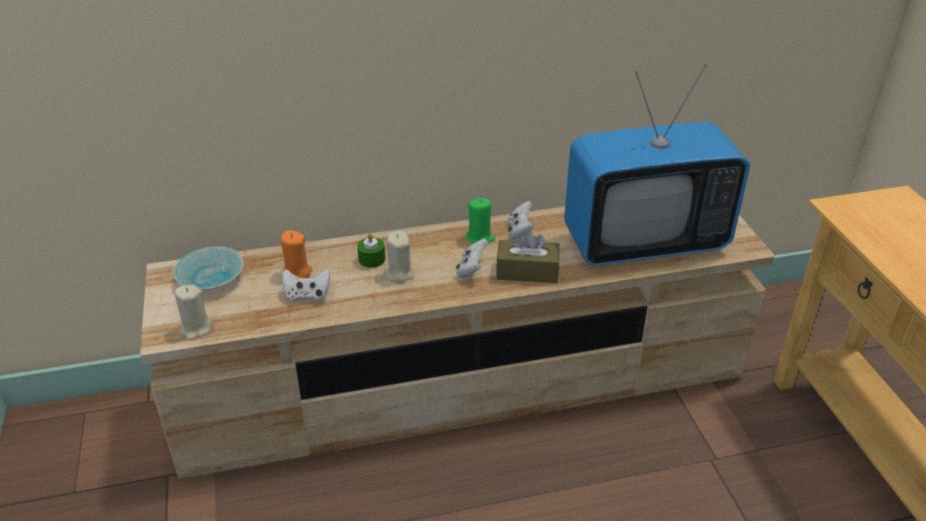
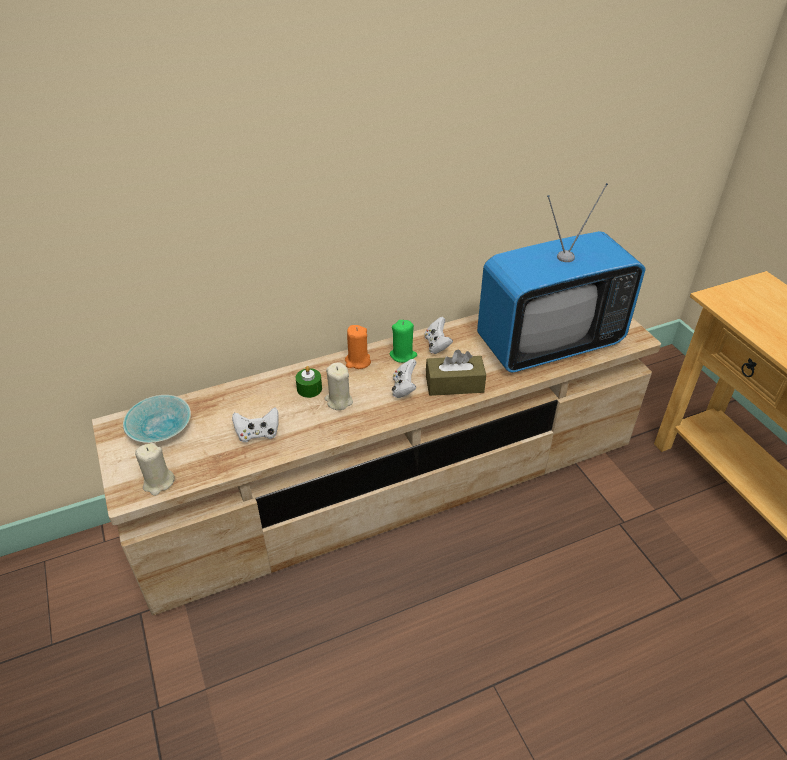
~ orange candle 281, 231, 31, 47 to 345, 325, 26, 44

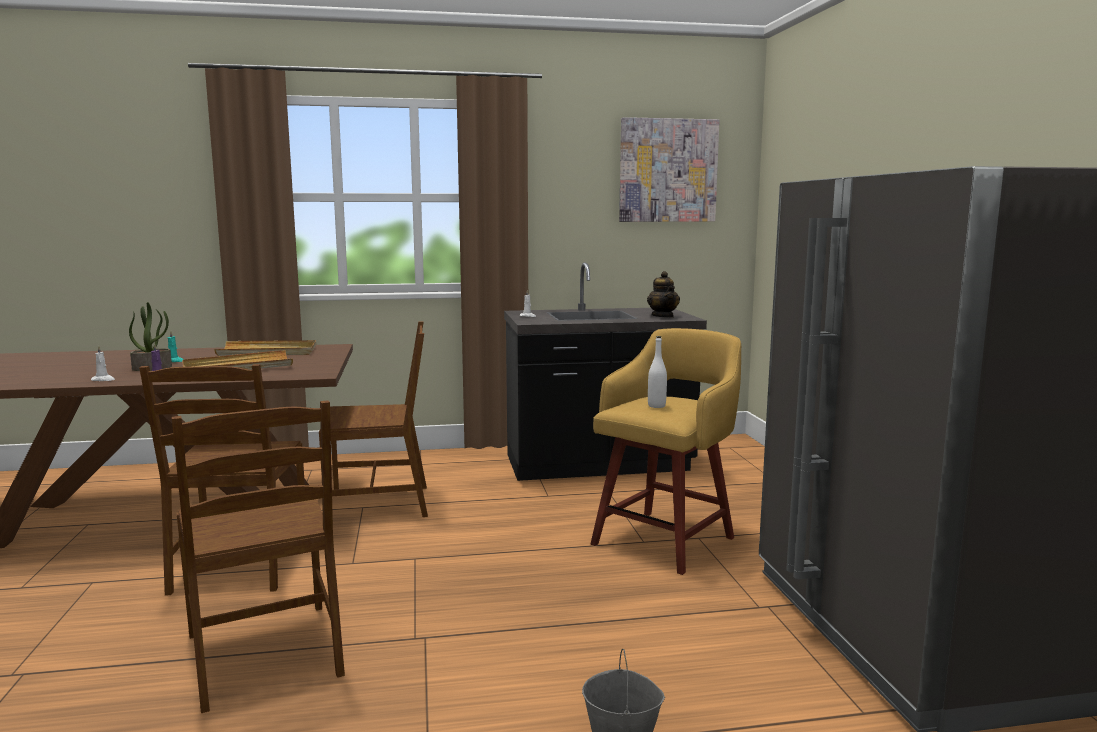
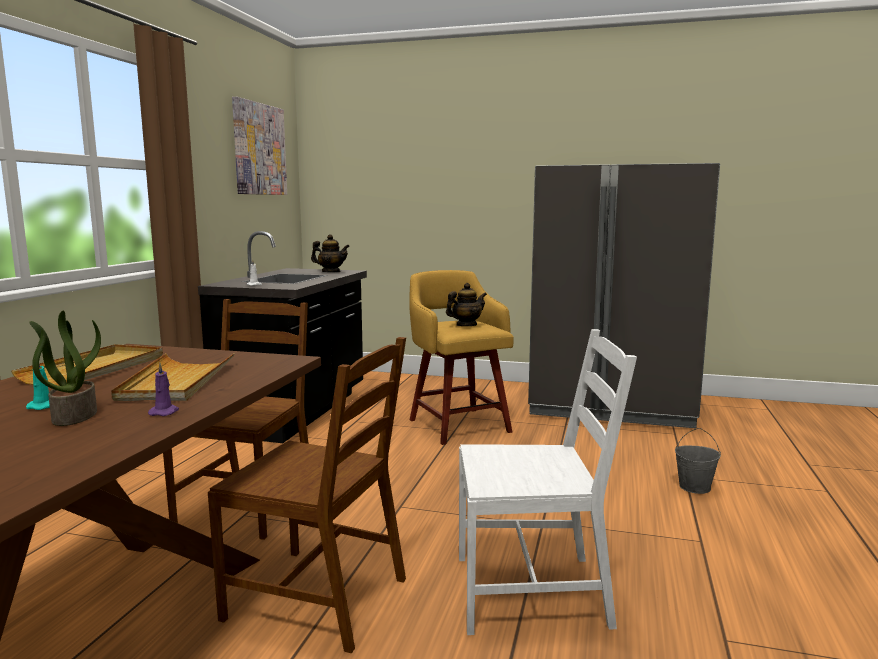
~ white-coloured beverage bottle 648, 336, 19, 72 to tea pot 446, 283, 41, 43
~ brownish chair 172, 400, 173, 313 to white-coloured chair 459, 329, 178, 306
- white-coloured candle 91, 346, 24, 35

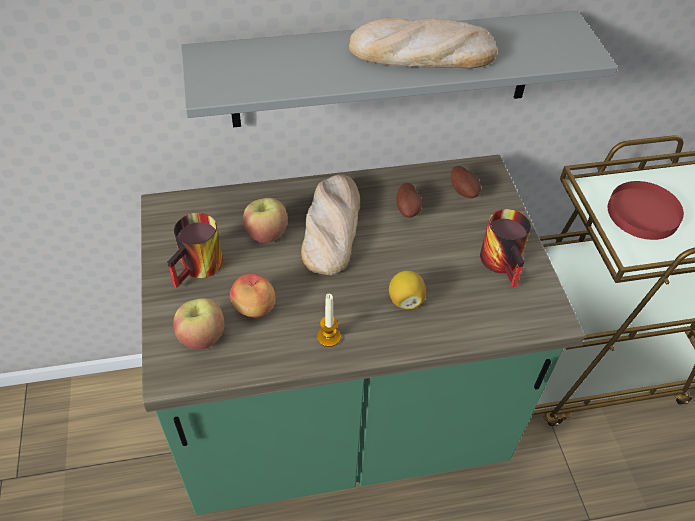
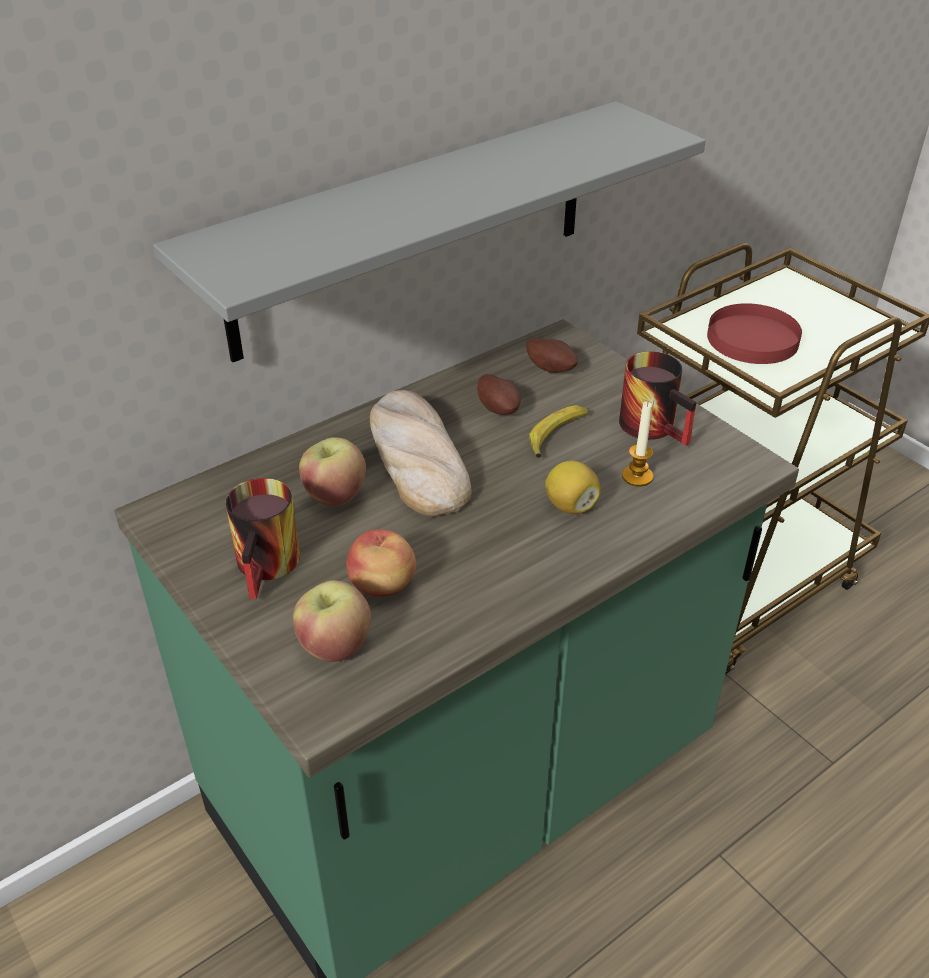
+ banana fruit 529, 405, 60, 53
~ candle 317, 294, 24, 53 to 622, 401, 31, 86
- baked bread 349, 17, 148, 52

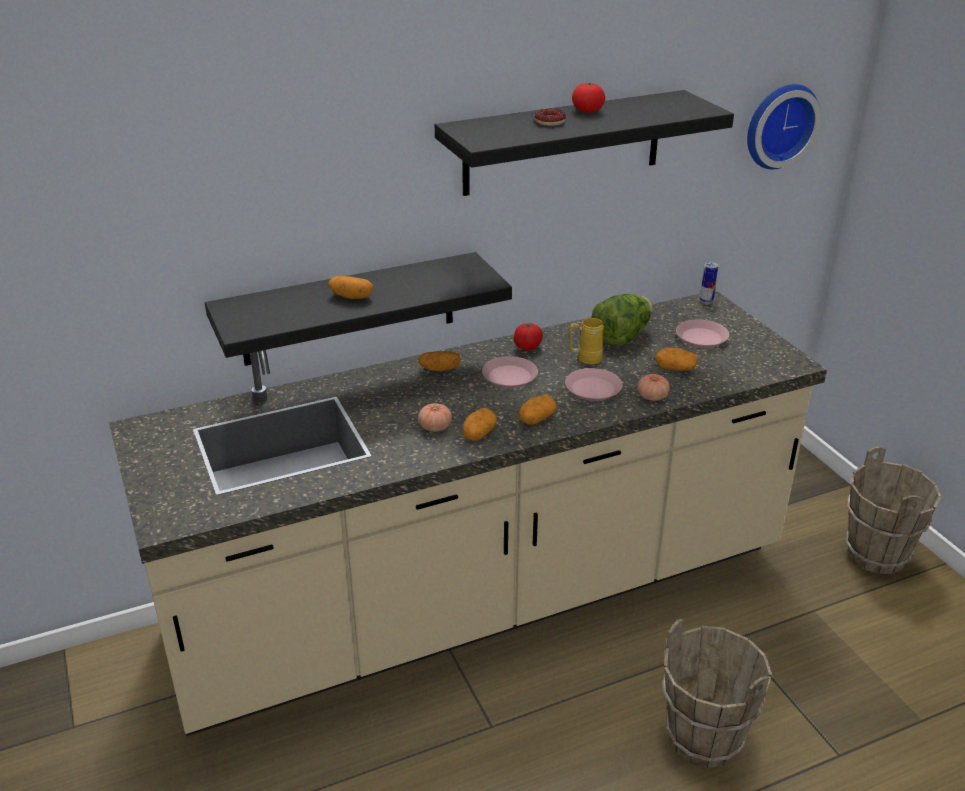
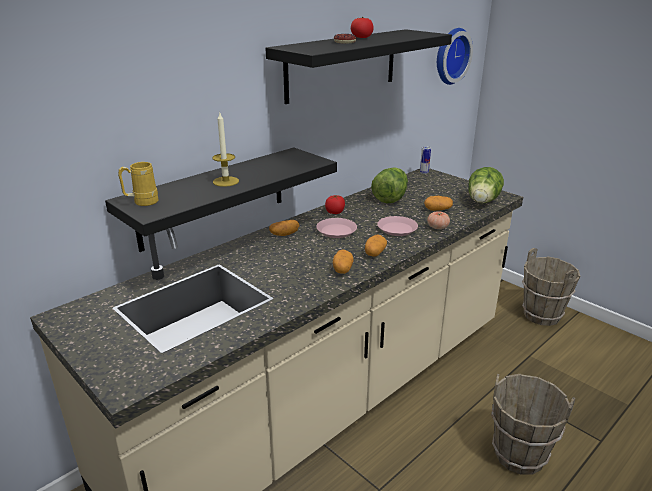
~ yellow tea mug 569, 318, 35, 46 to 118, 162, 41, 44
~ potato 328, 276, 46, 23 to candle 212, 113, 27, 74
+ head of lettuce 468, 167, 36, 36
- tomato 418, 403, 34, 29
- pink-coloured dinner plate 676, 320, 53, 28

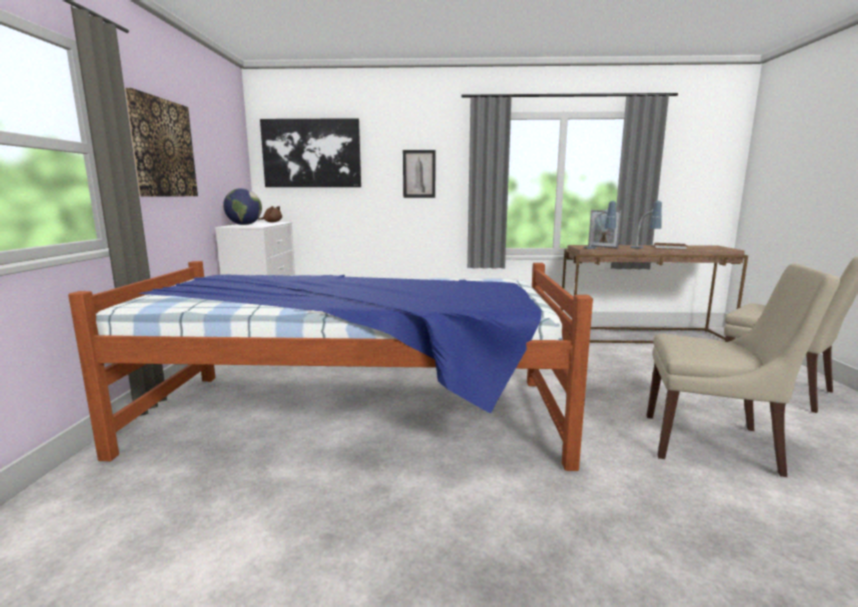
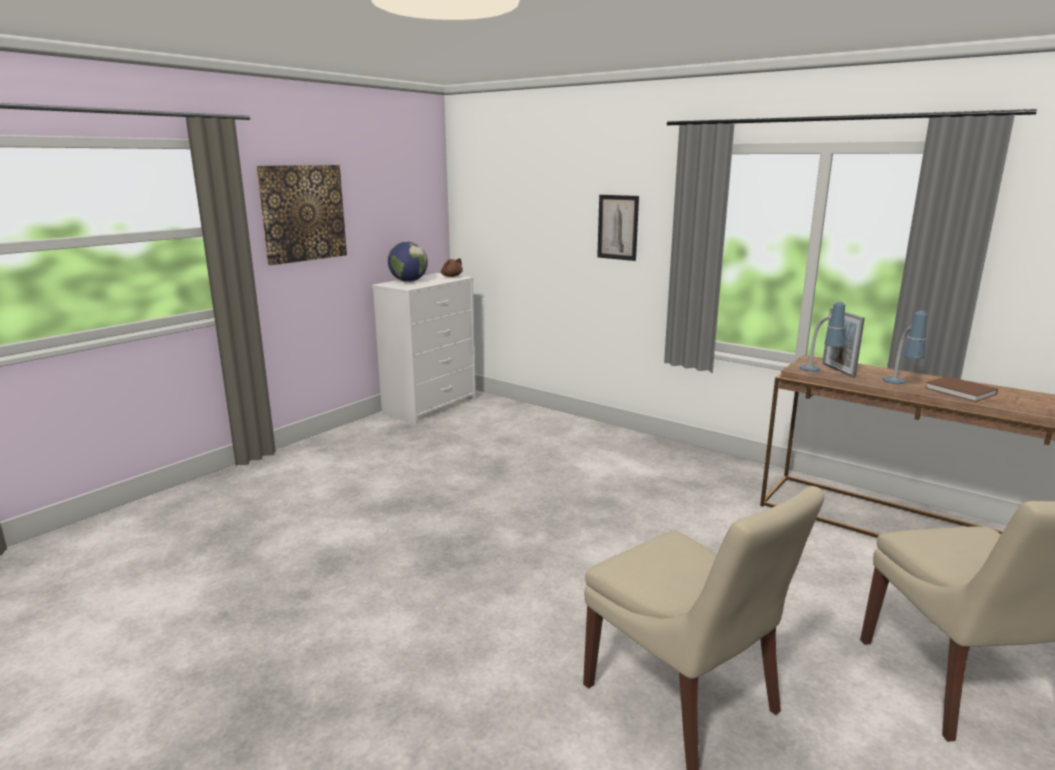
- sleeping bed 68, 261, 525, 210
- wall picture 260, 118, 101, 69

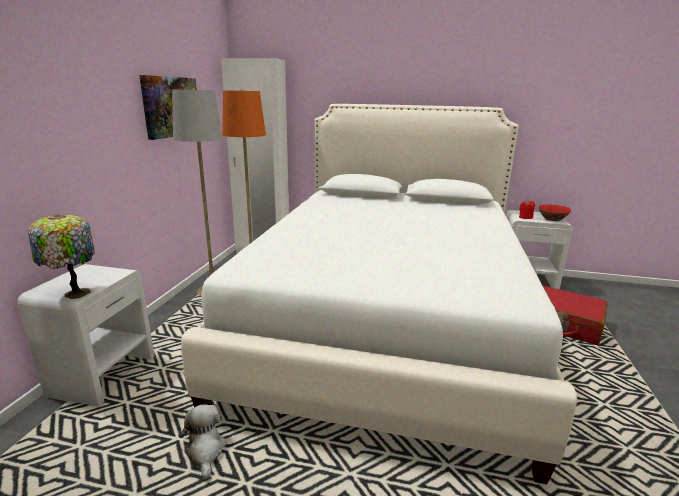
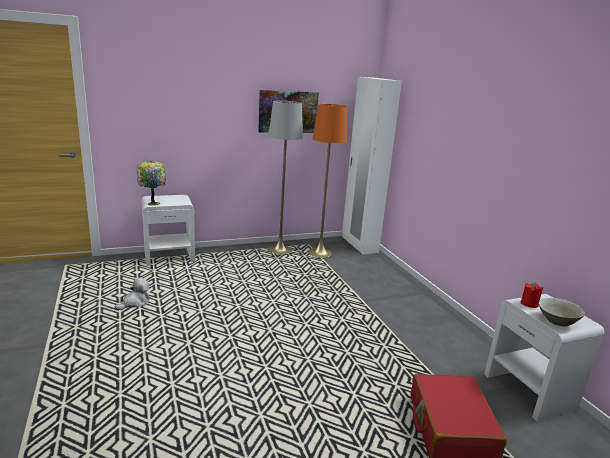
~ reddish serving bowl 539, 205, 32, 16 to beige serving bowl 539, 298, 46, 28
- white-coloured sleeping bed 181, 104, 396, 380

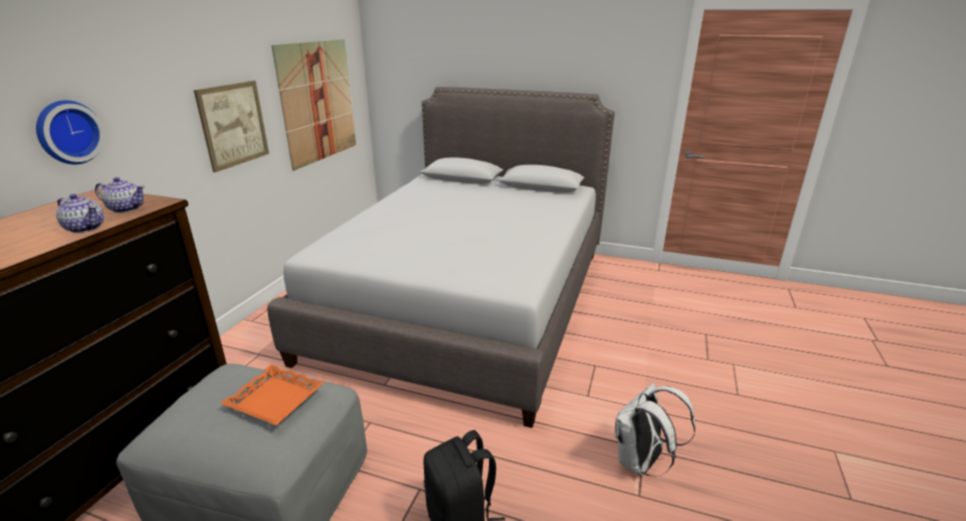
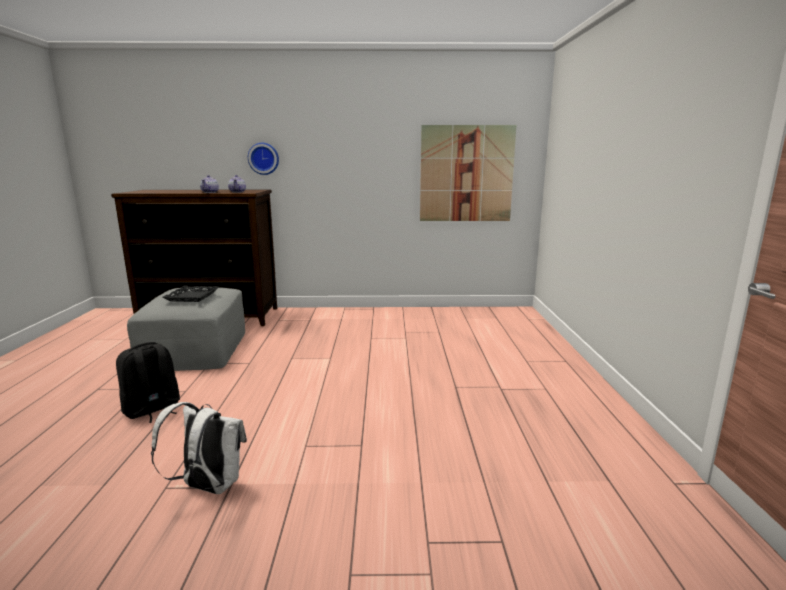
~ orange tray 220, 365, 104, 60 to black-coloured tray 163, 286, 55, 16
- wall picture 194, 81, 75, 91
- gray sleeping bed 267, 87, 348, 341

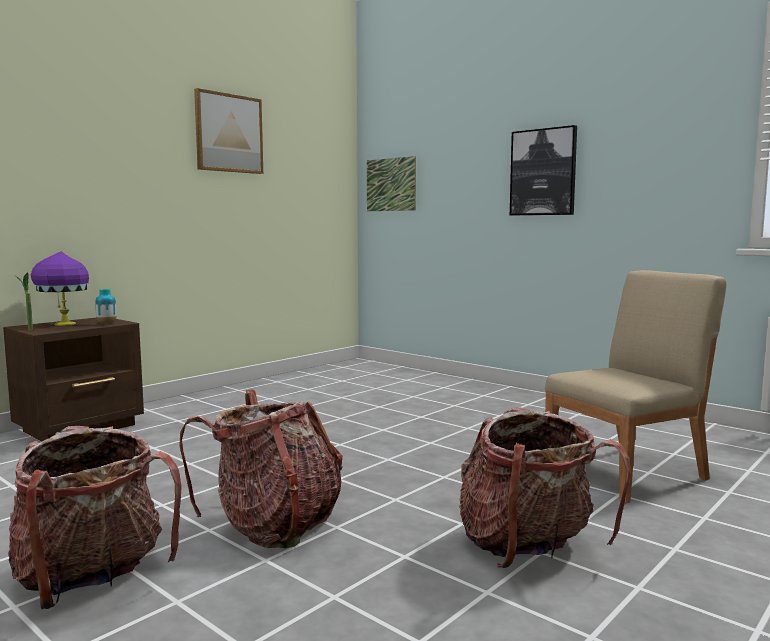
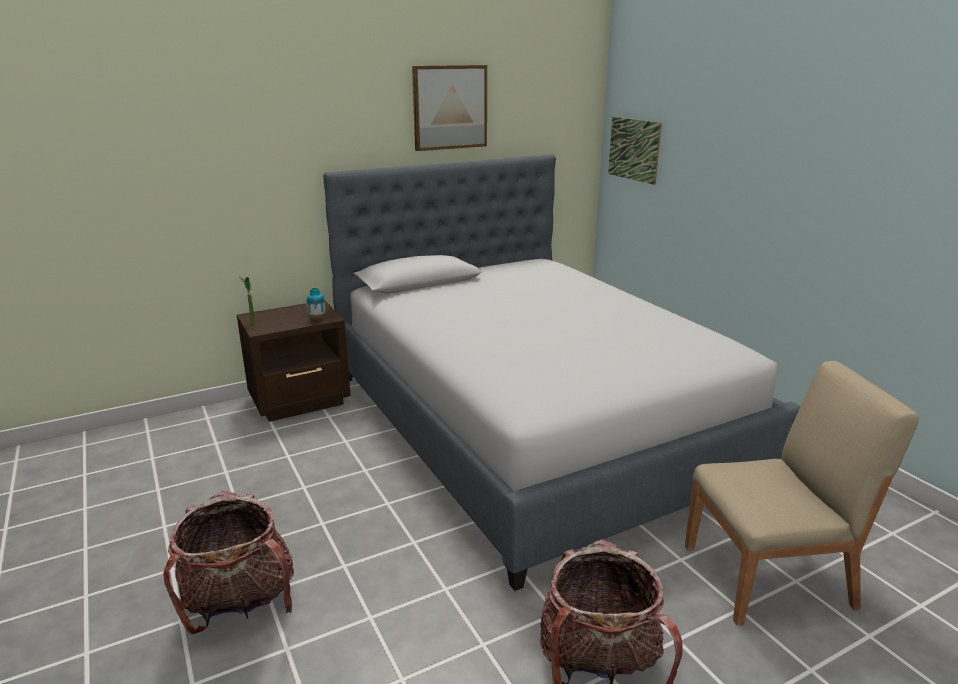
+ sleeping bed 323, 154, 477, 437
- purple-coloured tabletop lamp 31, 251, 58, 75
- rucksack 179, 390, 164, 158
- wall picture 510, 125, 67, 90

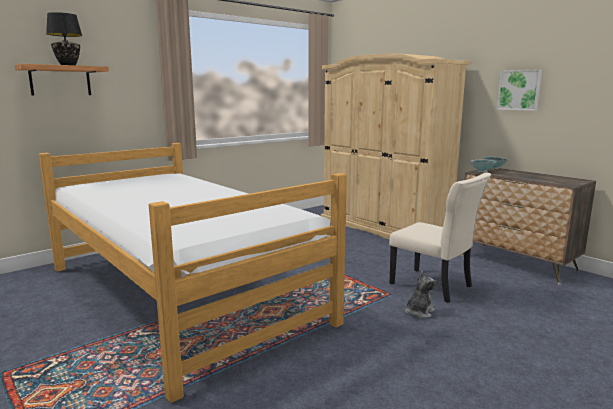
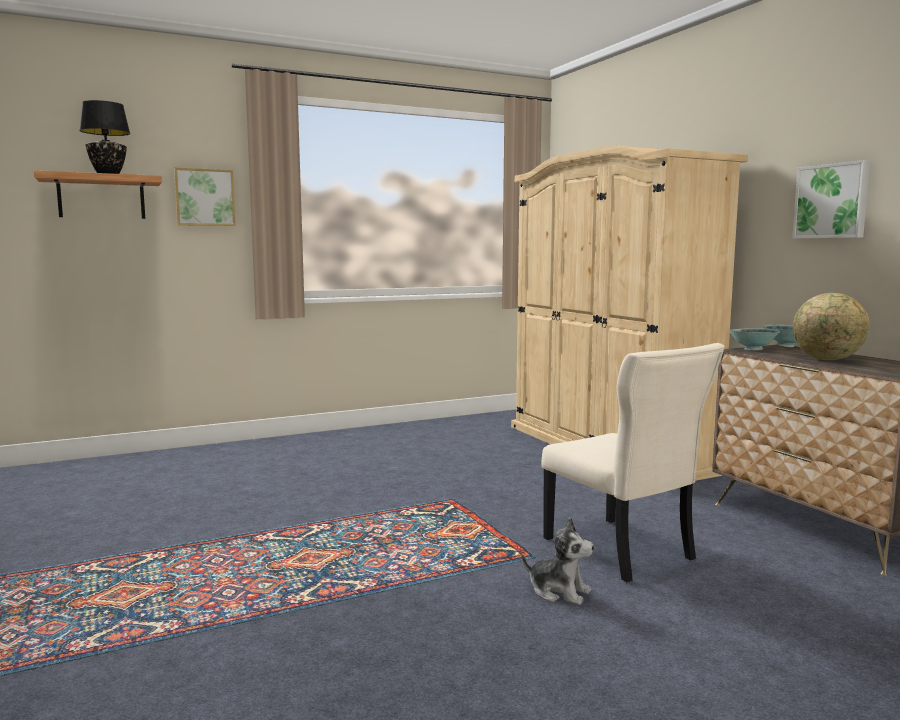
+ wall picture 174, 168, 62, 58
~ cuddly toy 405, 271, 31, 47 = 522, 517, 72, 88 60 degrees clockwise
+ world globe 793, 293, 77, 67
- sleeping bed 39, 143, 308, 260

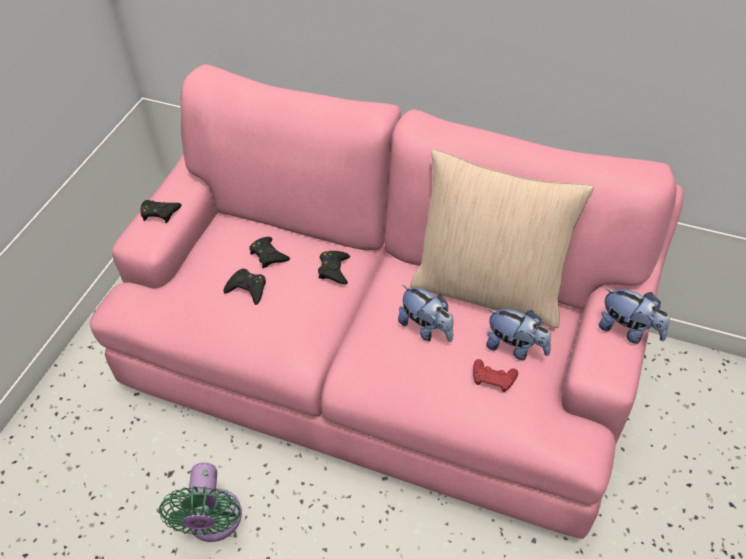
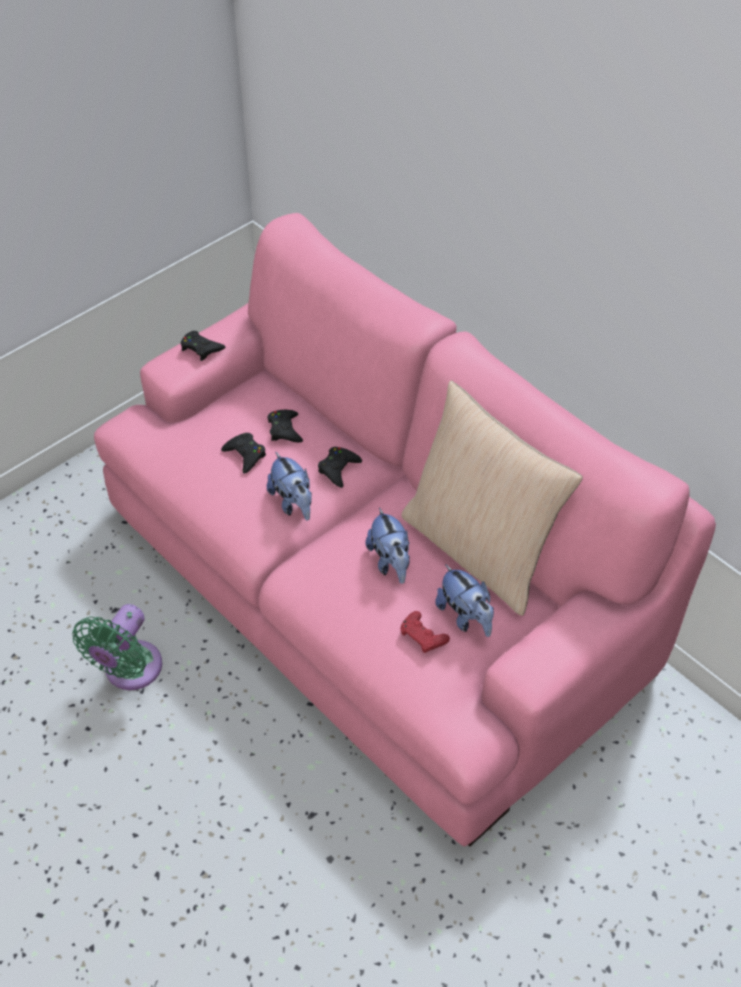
~ cuddly toy 599, 288, 71, 56 to 267, 452, 45, 69

